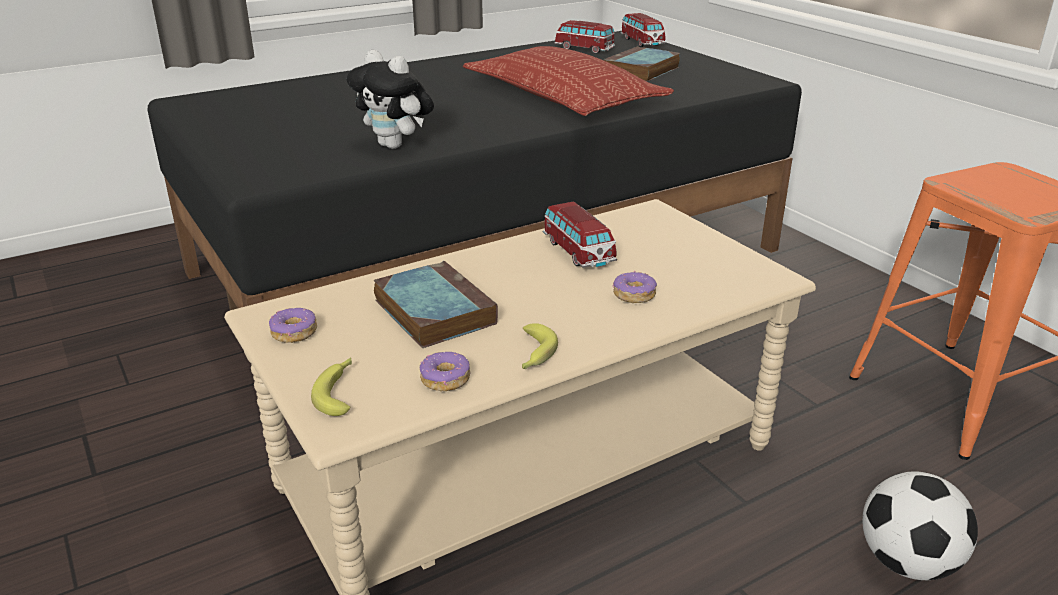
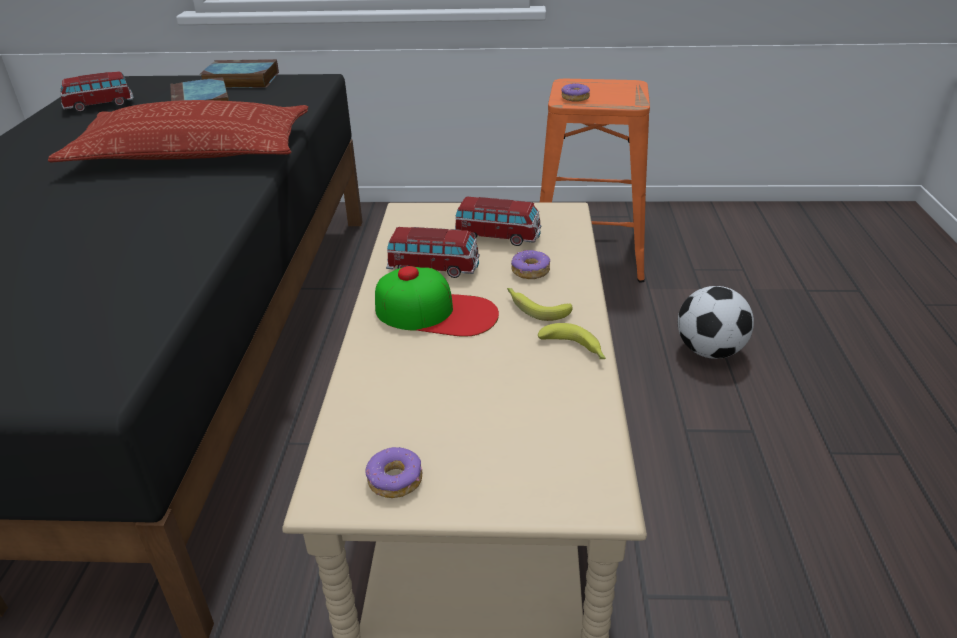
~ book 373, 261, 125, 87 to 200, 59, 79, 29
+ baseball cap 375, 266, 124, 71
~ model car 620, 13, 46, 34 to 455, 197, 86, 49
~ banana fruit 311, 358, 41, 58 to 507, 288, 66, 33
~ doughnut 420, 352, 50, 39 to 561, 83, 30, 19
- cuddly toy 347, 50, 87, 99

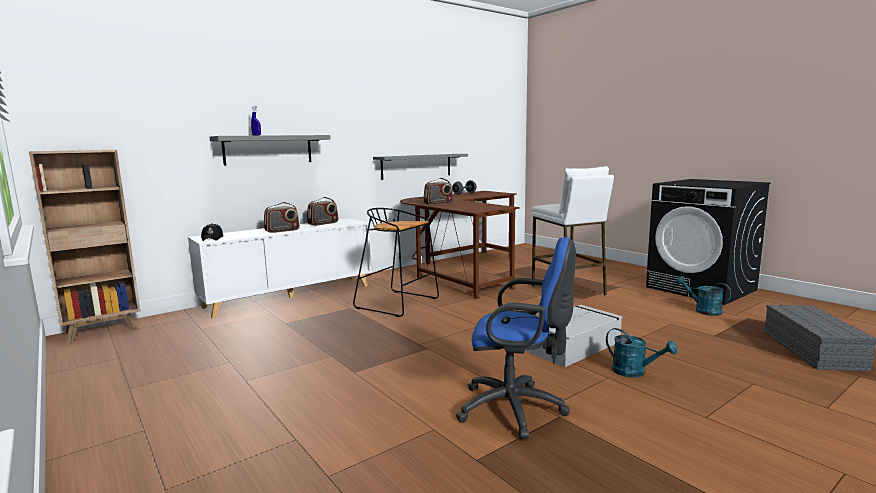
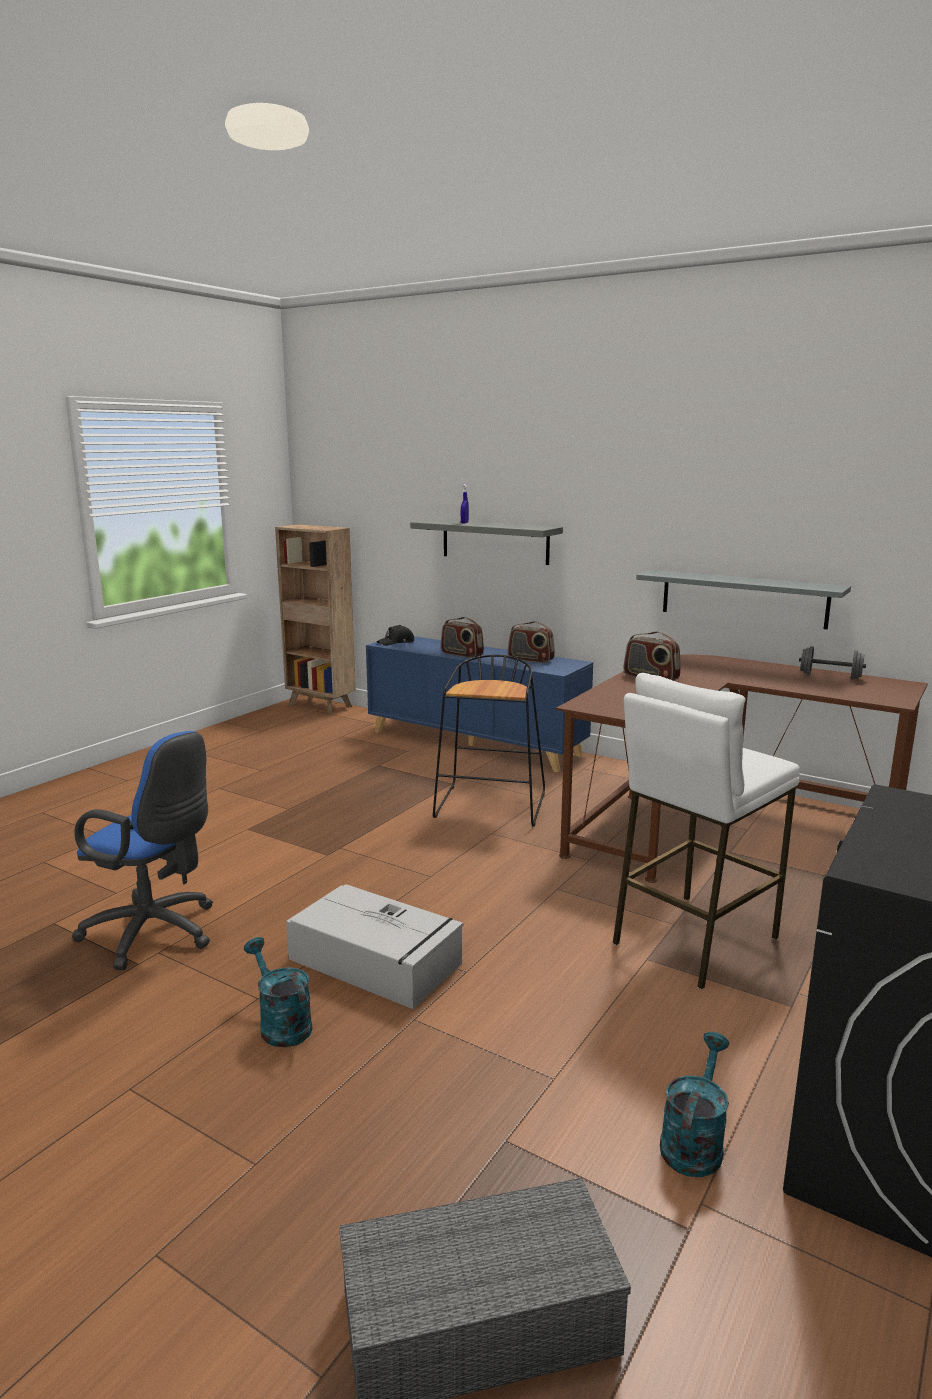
~ blue-coloured office chair 456, 237, 120, 202 = 72, 731, 141, 239 60 degrees counterclockwise
~ turquoise-coloured watering can 606, 328, 72, 49 = 244, 937, 69, 110 120 degrees clockwise
~ white-coloured cabinet 188, 218, 183, 101 to blue-coloured cabinet 366, 636, 227, 136

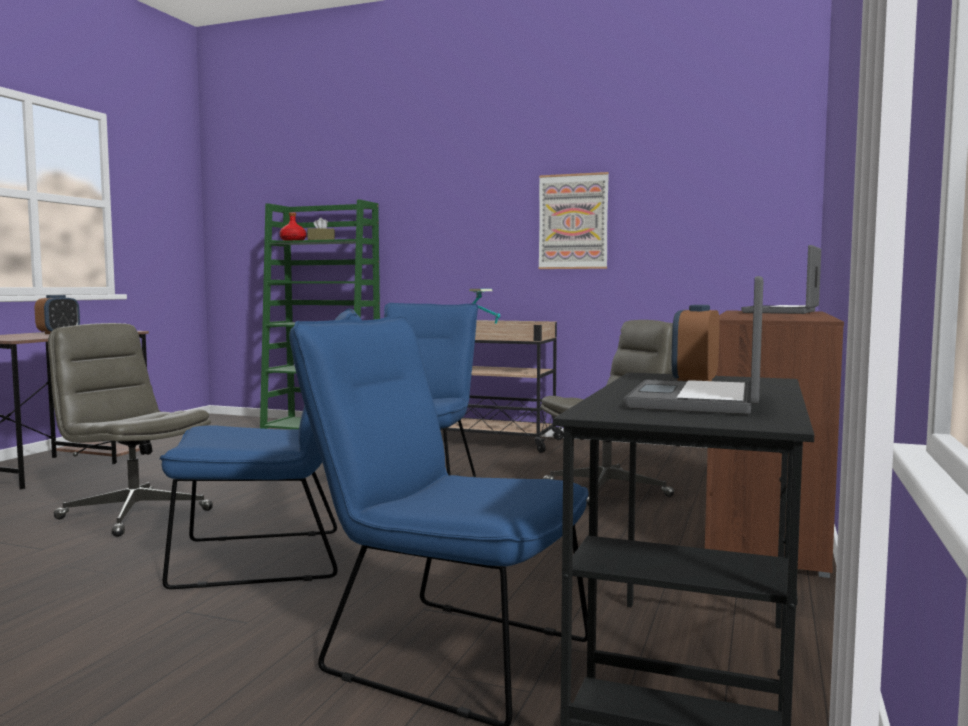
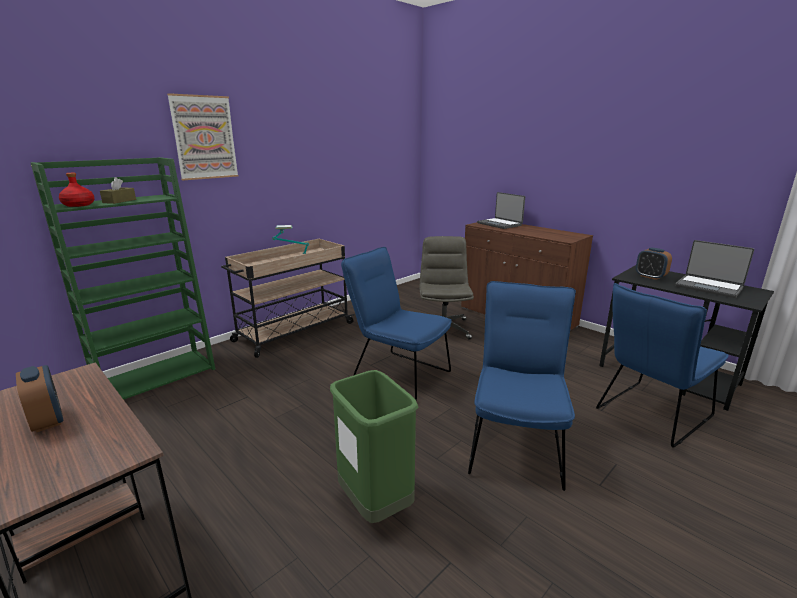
~ wall picture 538, 172, 71, 97 to 167, 93, 71, 87
~ gray office chair 48, 323, 165, 214 to green waste bin 330, 370, 89, 153

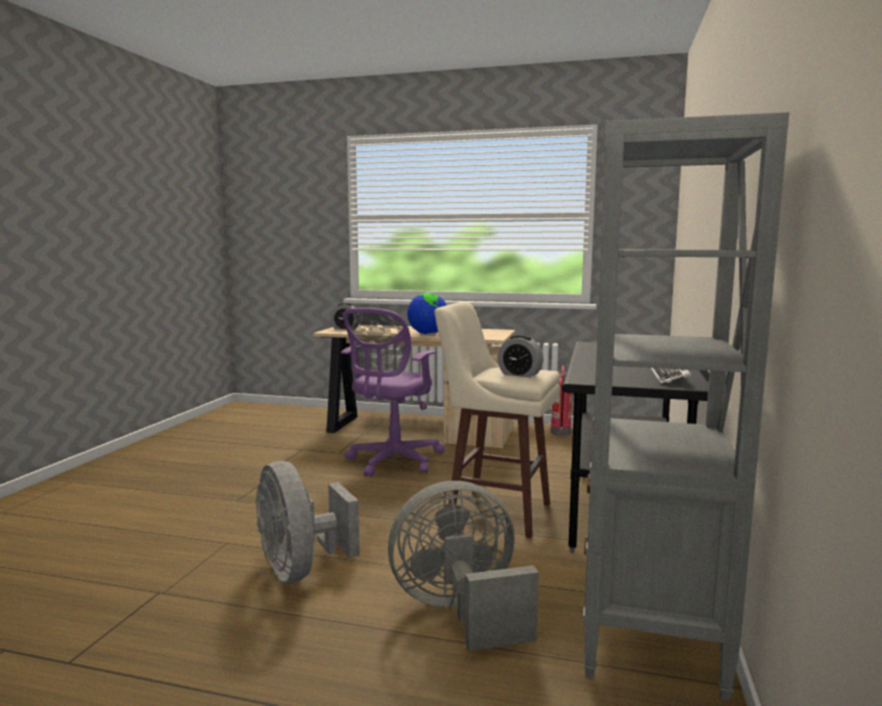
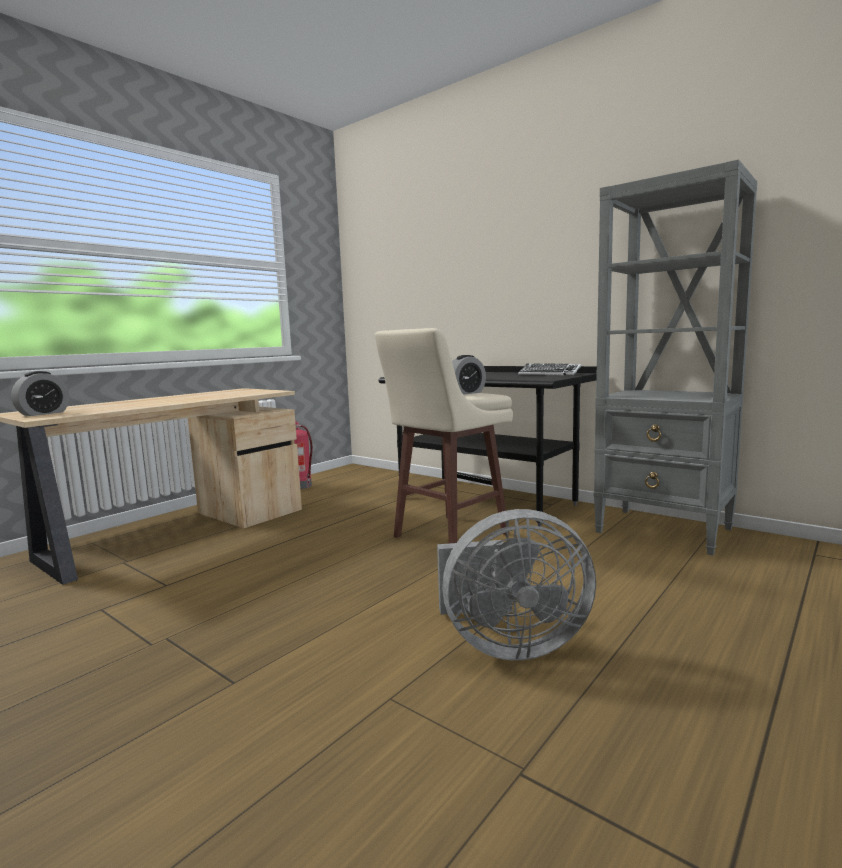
- purple-coloured office chair 341, 308, 104, 169
- gray electric fan 388, 481, 151, 170
- world globe 407, 292, 40, 42

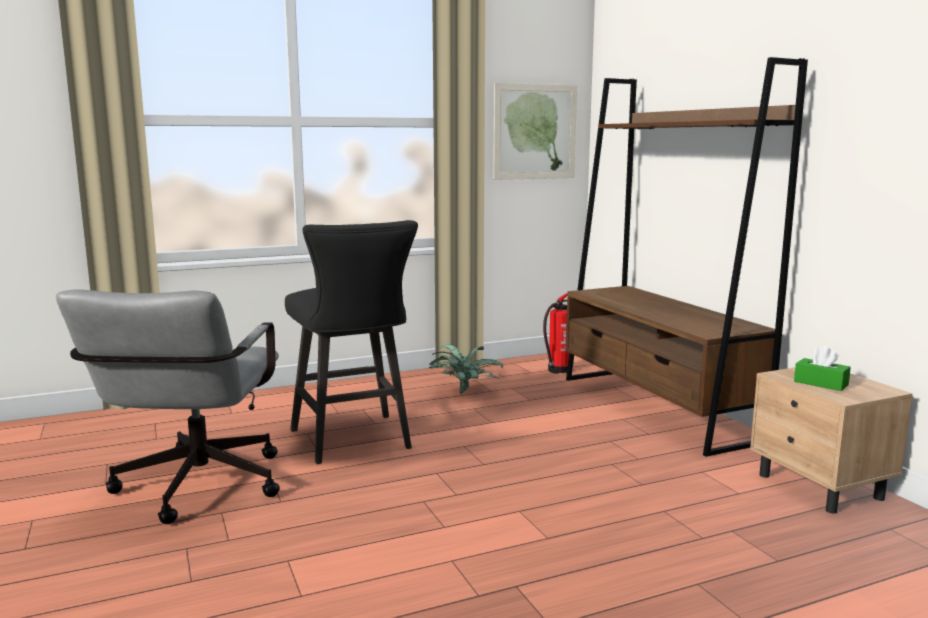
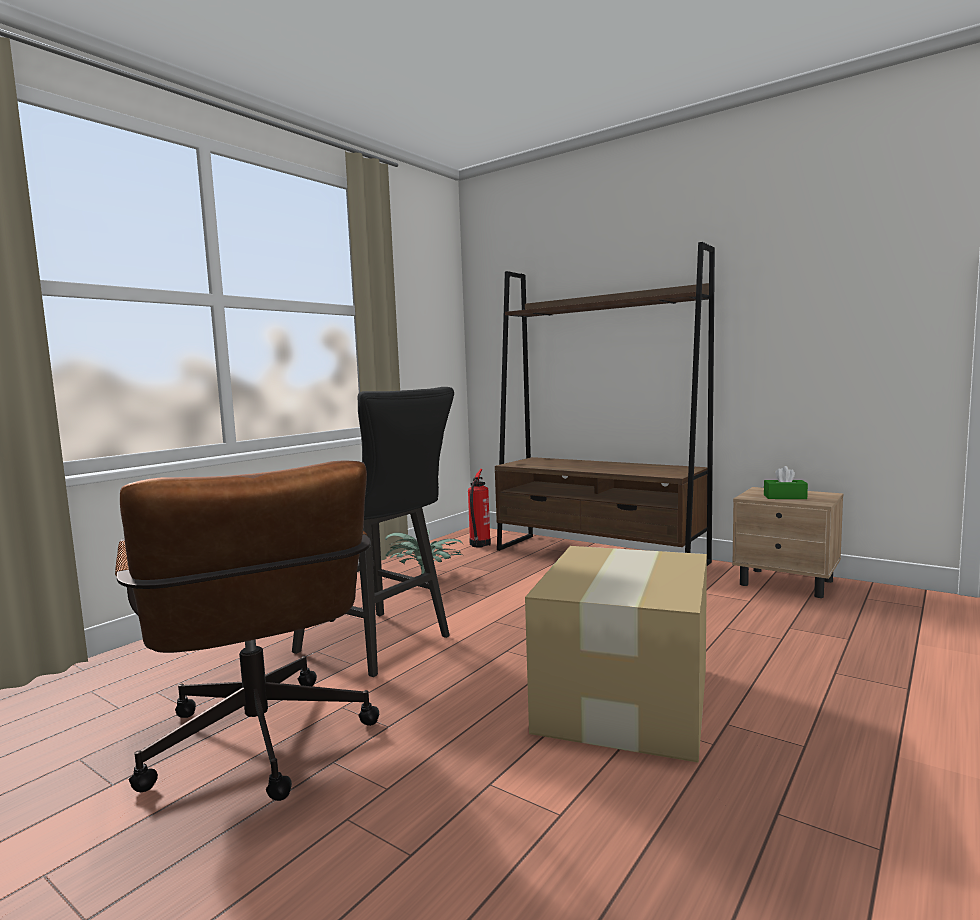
~ gray office chair 56, 289, 224, 235 to brownish office chair 115, 461, 264, 340
+ carton 525, 546, 182, 217
- wall picture 493, 83, 84, 97

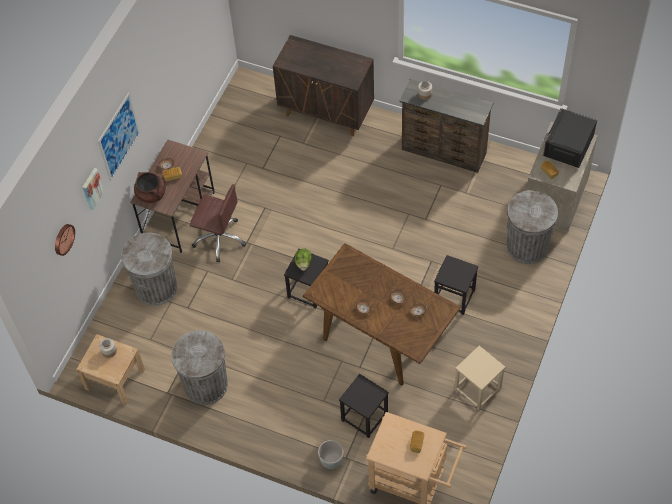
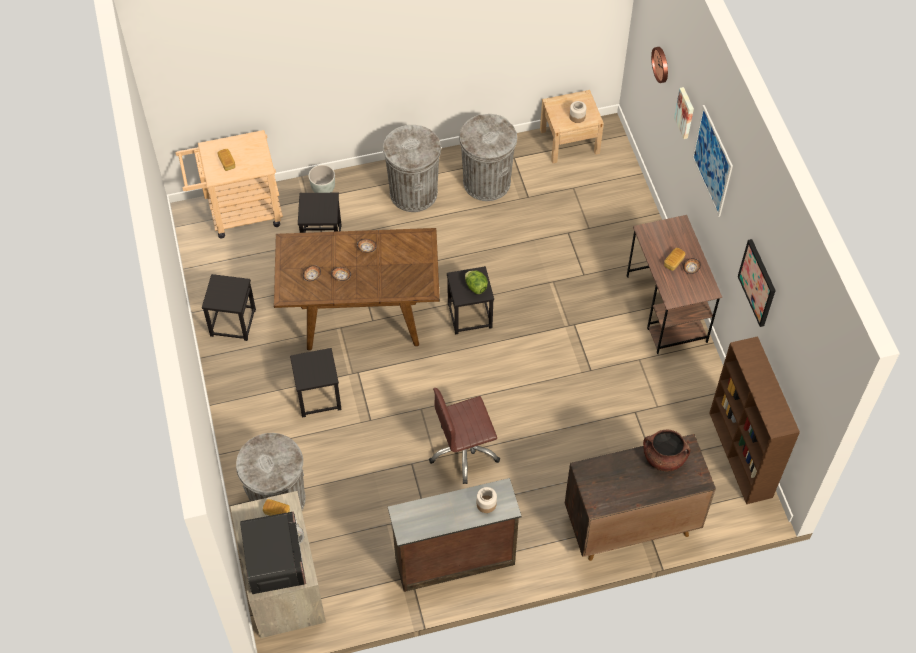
~ beige stool 454, 346, 51, 64 to black-coloured stool 202, 274, 54, 67
~ gray waste bin 121, 232, 56, 74 to 383, 125, 58, 87
~ brownish office chair 189, 184, 57, 78 to 429, 388, 71, 96
~ brownish saucepot 134, 172, 32, 31 to 643, 429, 48, 42
+ brownish bookcase 709, 336, 91, 168
+ wall picture 738, 239, 38, 88

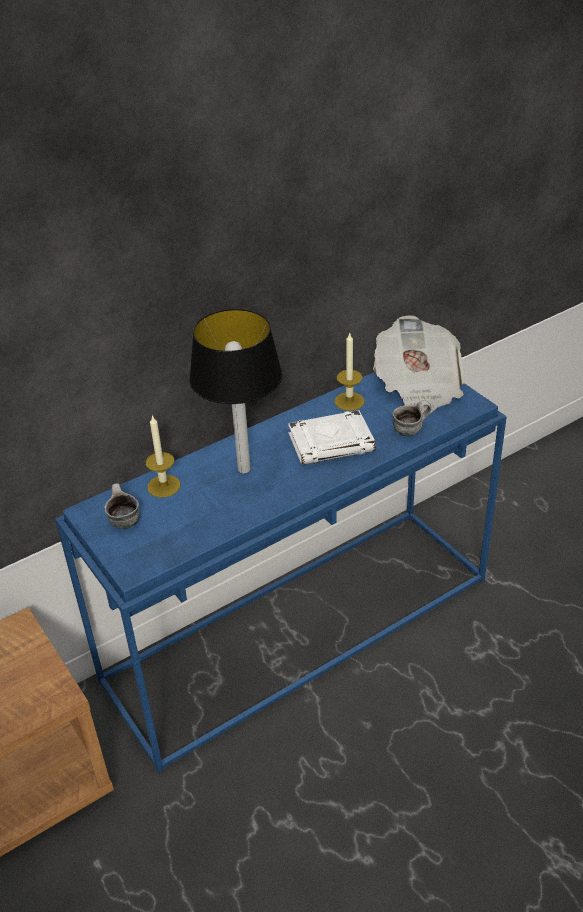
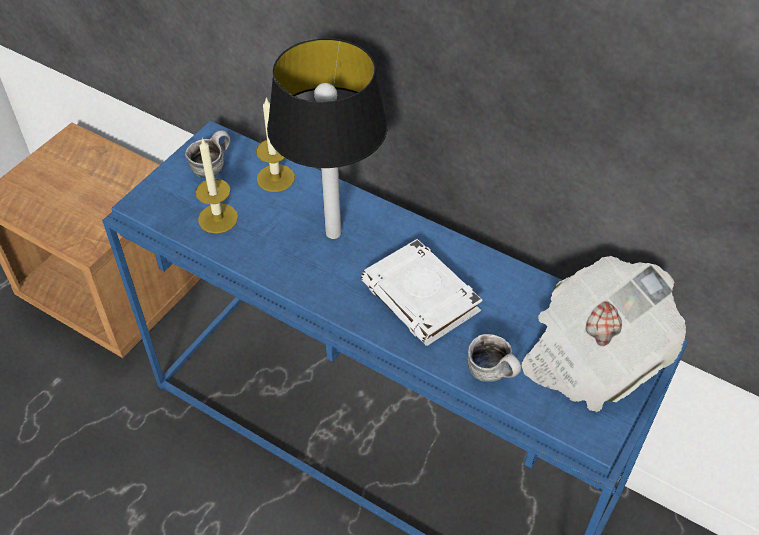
~ candle 334, 332, 31, 79 to 195, 137, 43, 96

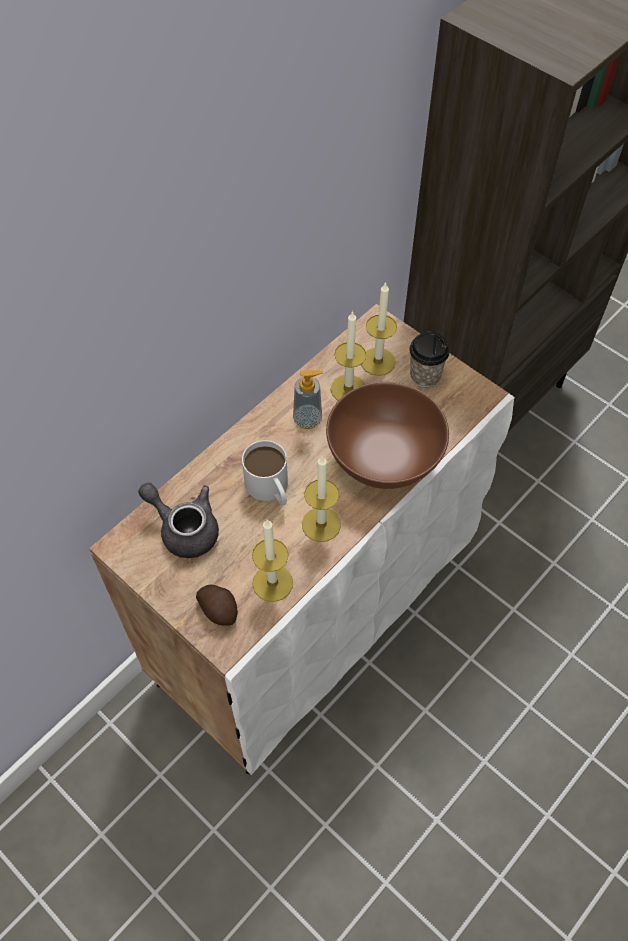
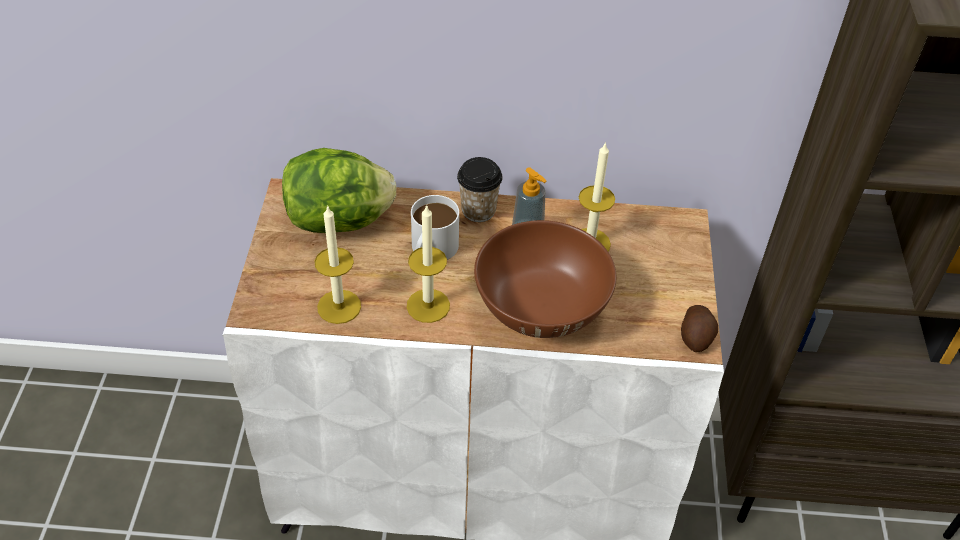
~ gray tea pot 138, 483, 81, 75 to head of lettuce 282, 148, 114, 85
~ cup 409, 332, 41, 55 to 457, 157, 46, 65
~ potato 196, 585, 42, 41 to 681, 305, 37, 47
- candle 361, 282, 36, 94

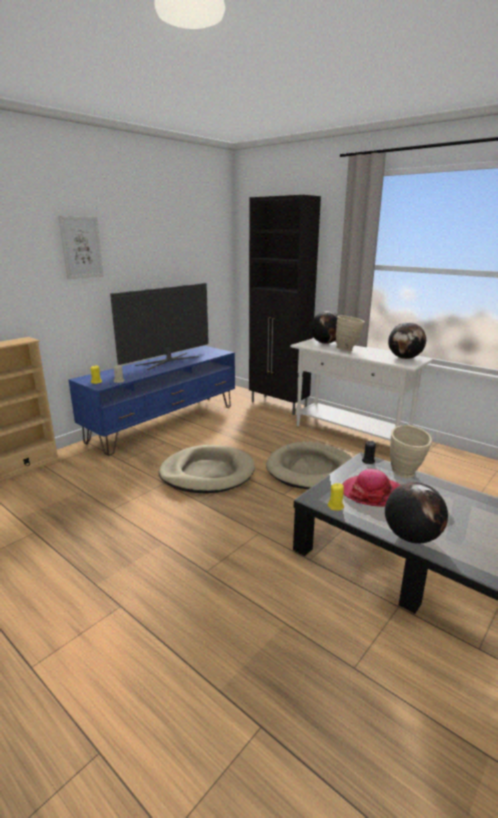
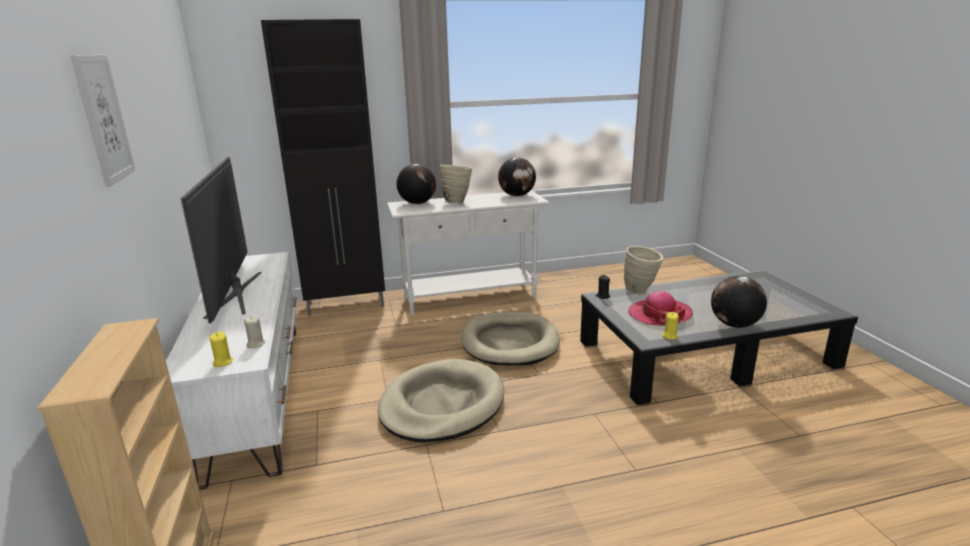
~ blue-coloured tv stand 69, 346, 166, 110 to white-coloured tv stand 166, 252, 131, 238

